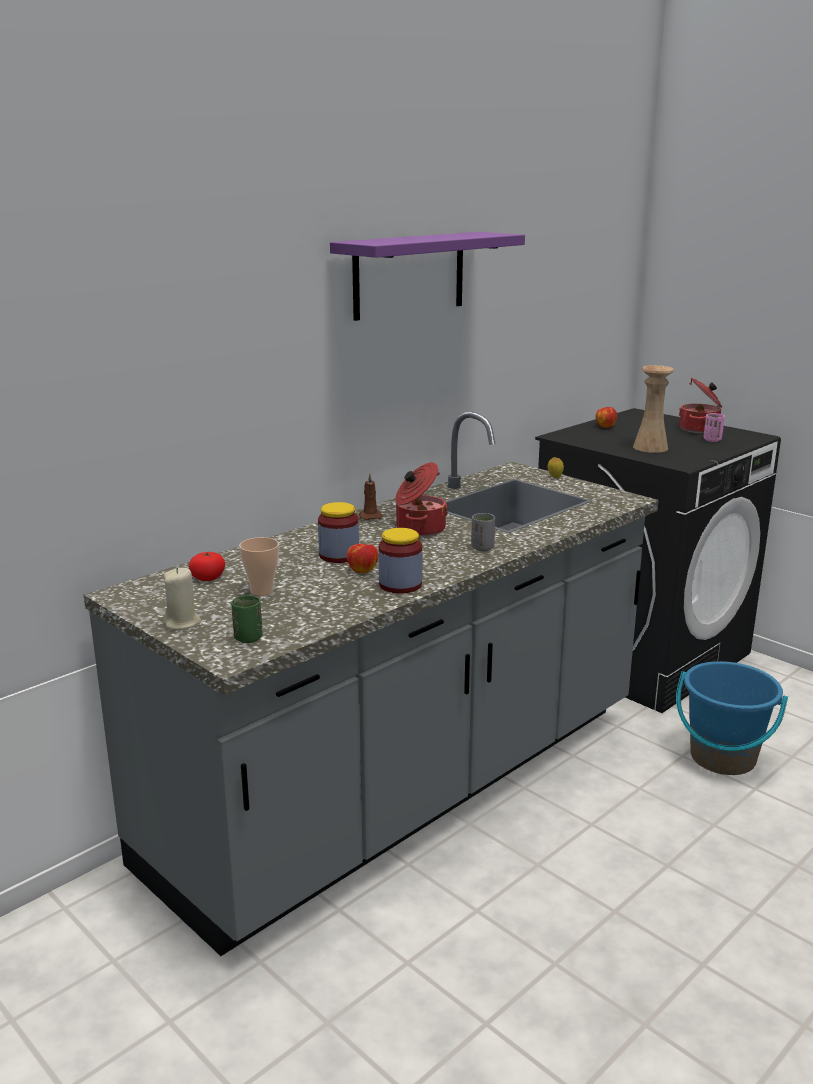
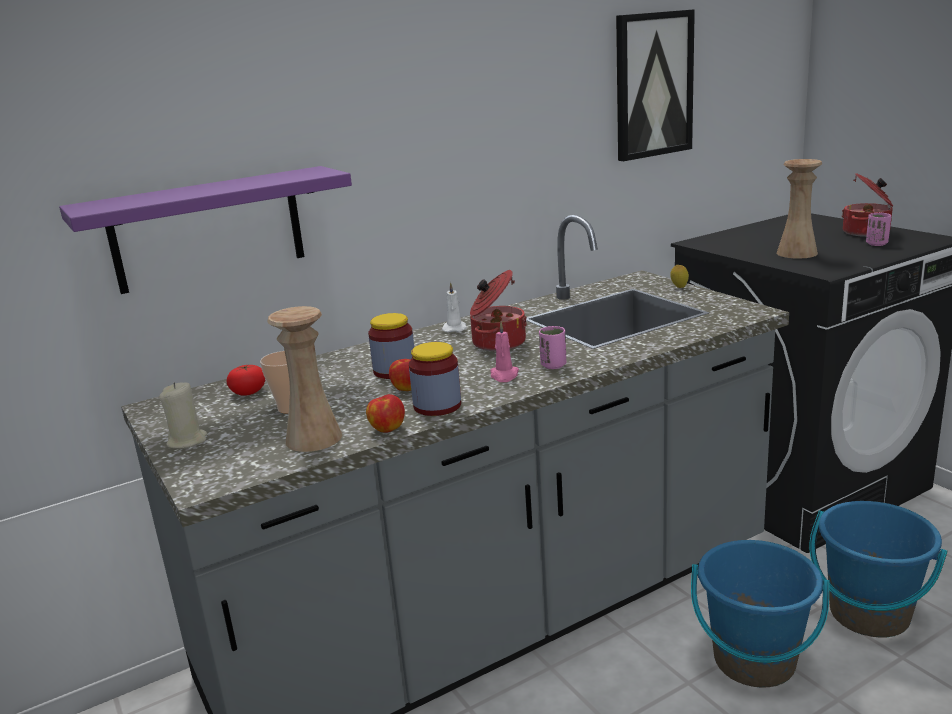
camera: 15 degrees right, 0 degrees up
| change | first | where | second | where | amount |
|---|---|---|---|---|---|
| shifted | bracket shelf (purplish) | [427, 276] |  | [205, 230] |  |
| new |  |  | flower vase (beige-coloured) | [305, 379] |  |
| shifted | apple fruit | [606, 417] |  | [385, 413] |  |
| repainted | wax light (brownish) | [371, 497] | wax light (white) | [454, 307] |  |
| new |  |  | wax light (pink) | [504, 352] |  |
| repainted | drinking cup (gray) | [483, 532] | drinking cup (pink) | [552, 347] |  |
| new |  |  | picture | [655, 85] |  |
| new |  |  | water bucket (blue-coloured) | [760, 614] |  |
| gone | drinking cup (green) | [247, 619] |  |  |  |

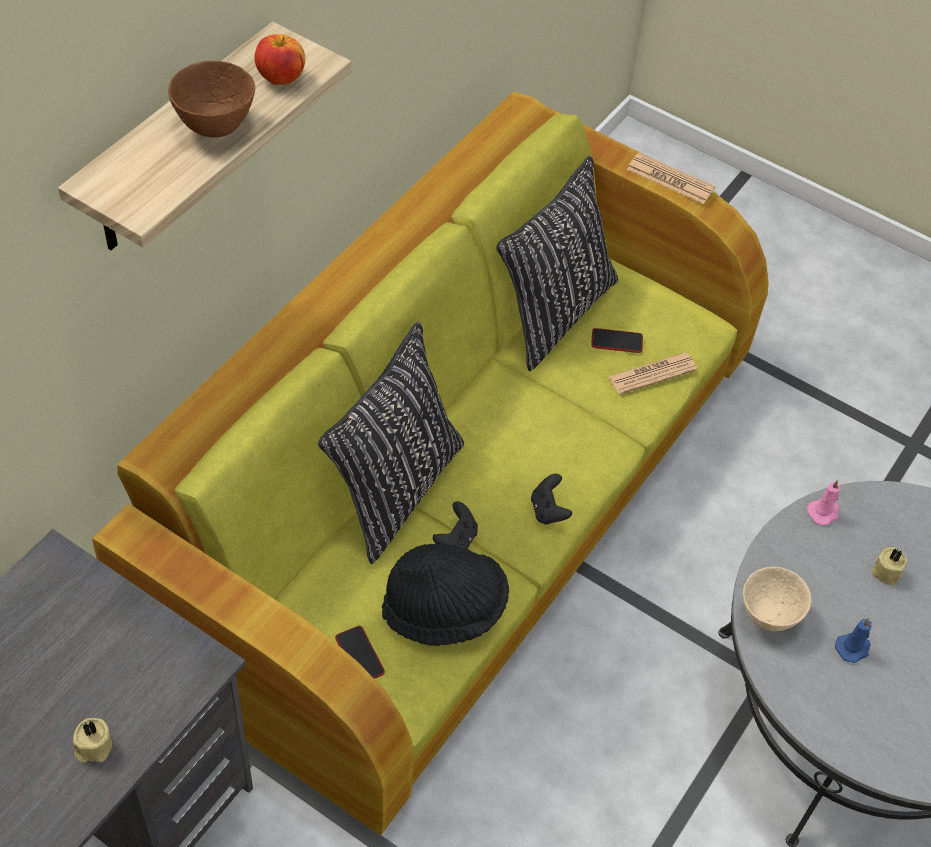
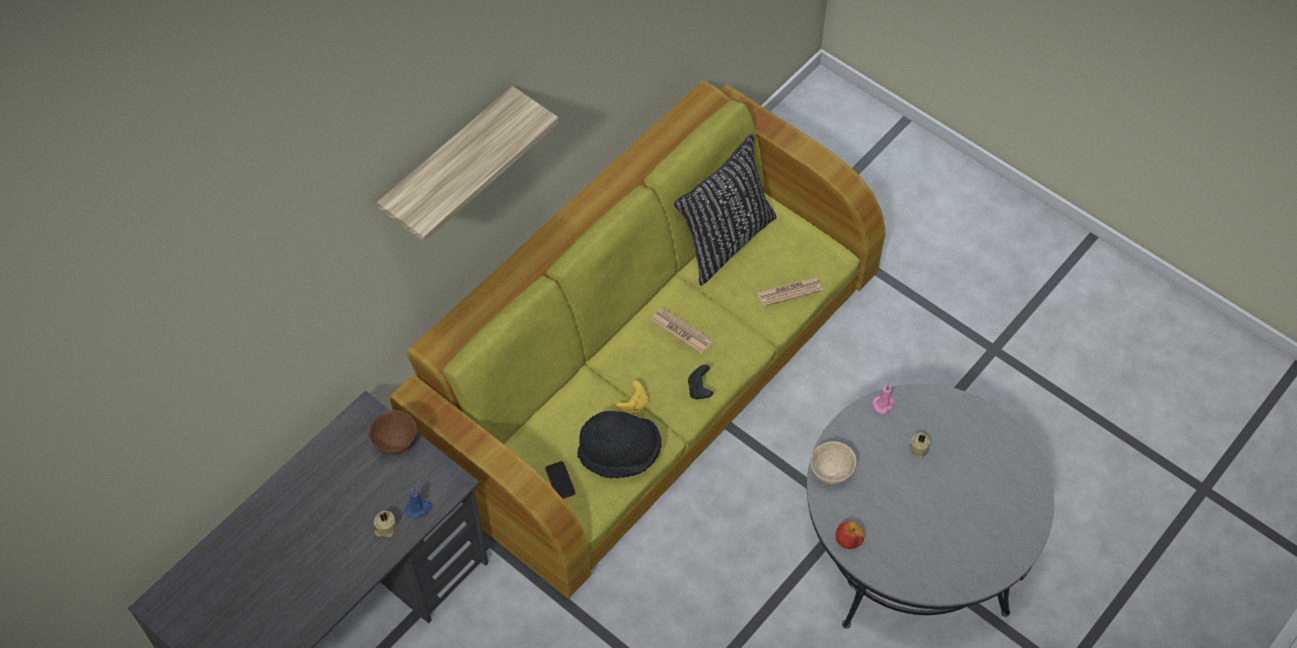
camera: 10 degrees right, 5 degrees up
| change | first | where | second | where | amount |
|---|---|---|---|---|---|
| shifted | deep dish (brownish) | [211, 99] |  | [392, 432] |  |
| shifted | wax light (blue-coloured) | [853, 640] |  | [418, 504] |  |
| repainted | game controller (blackish) | [455, 525] | game controller (yellow-coloured) | [632, 398] |  |
| shifted | printed paper | [671, 178] |  | [682, 330] |  |
| shifted | apple fruit | [280, 59] |  | [849, 535] |  |
| gone | pillow (blackish) | [391, 442] |  |  |  |
| gone | handset | [617, 340] |  |  |  |

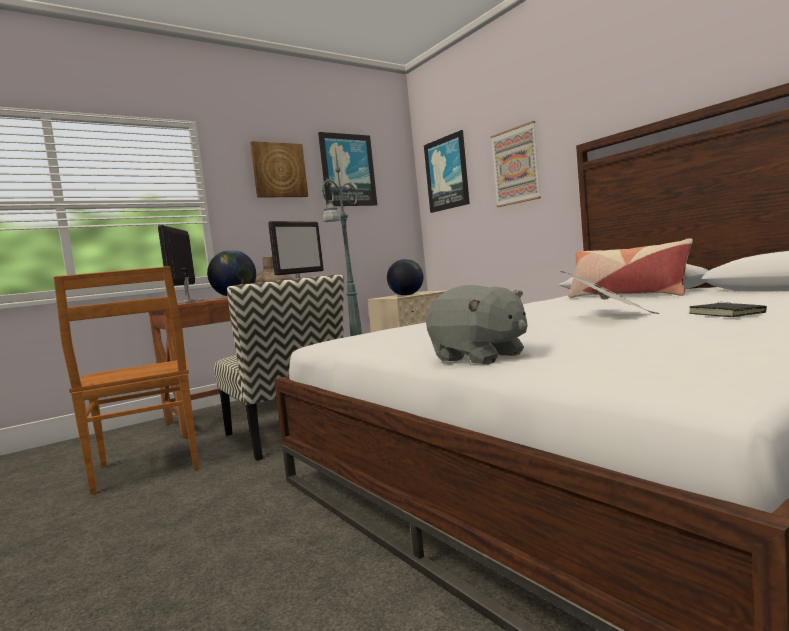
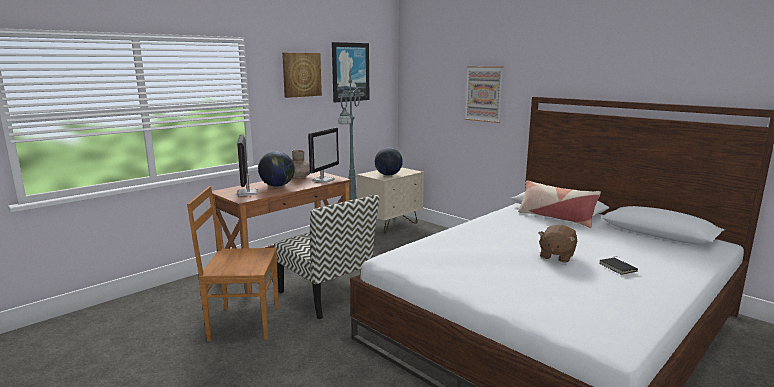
camera: 10 degrees left, 10 degrees up
| change | first | where | second | where | amount |
|---|---|---|---|---|---|
| rotated | chair (brownish) | [126, 380] |  | [233, 263] | 120 degrees clockwise |
| swapped | printed paper | [609, 292] | soft toy (brownish) | [557, 244] |  |
| gone | picture | [447, 171] |  |  |  |
| gone | soft toy (gray) | [476, 324] |  |  |  |

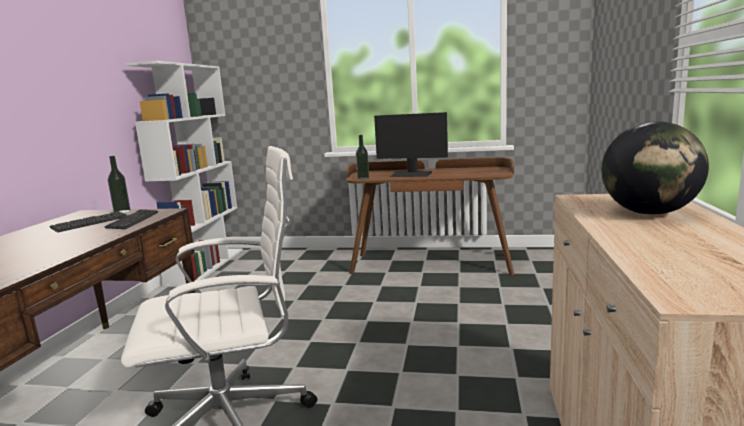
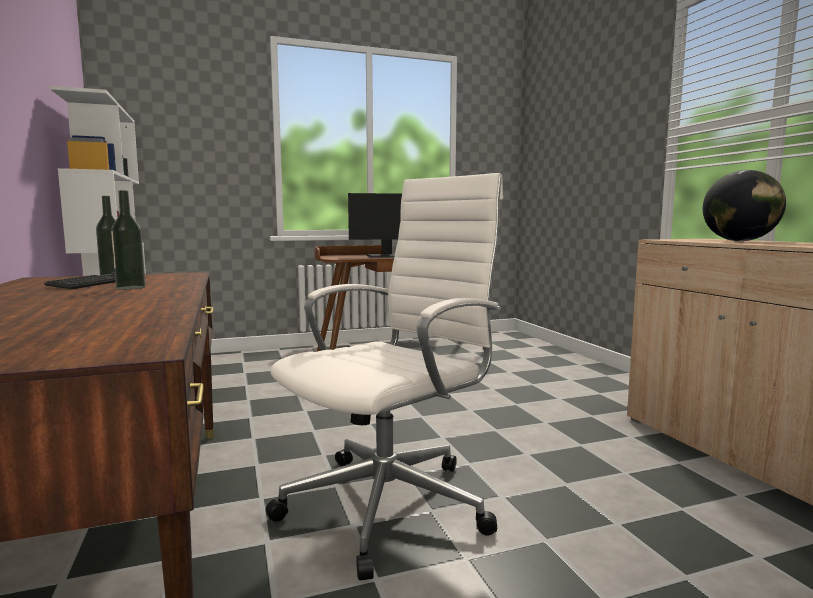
camera: 30 degrees left, 5 degrees down
| change | first | where | second | where | amount |
|---|---|---|---|---|---|
| shifted | beverage bottle | [362, 157] |  | [128, 240] |  |
| gone | computer keyboard | [131, 219] |  |  |  |

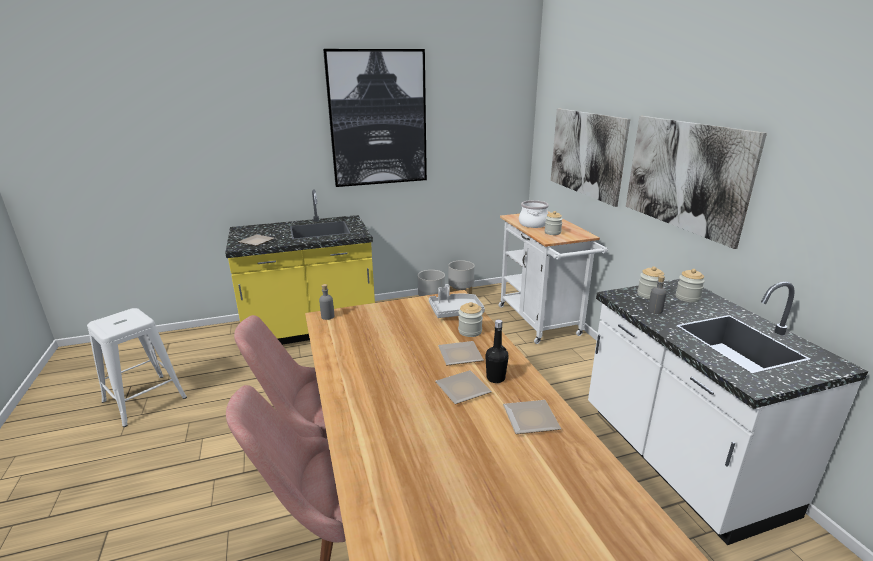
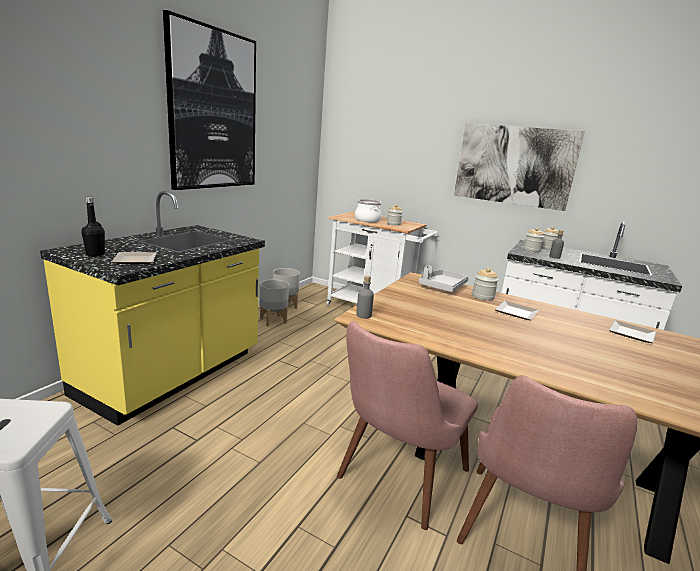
camera: 45 degrees left, 5 degrees down
| change | first | where | second | where | amount |
|---|---|---|---|---|---|
| shifted | beverage bottle (blackish) | [497, 351] |  | [93, 227] |  |
| gone | dinner plate | [463, 387] |  |  |  |
| gone | picture | [590, 157] |  |  |  |

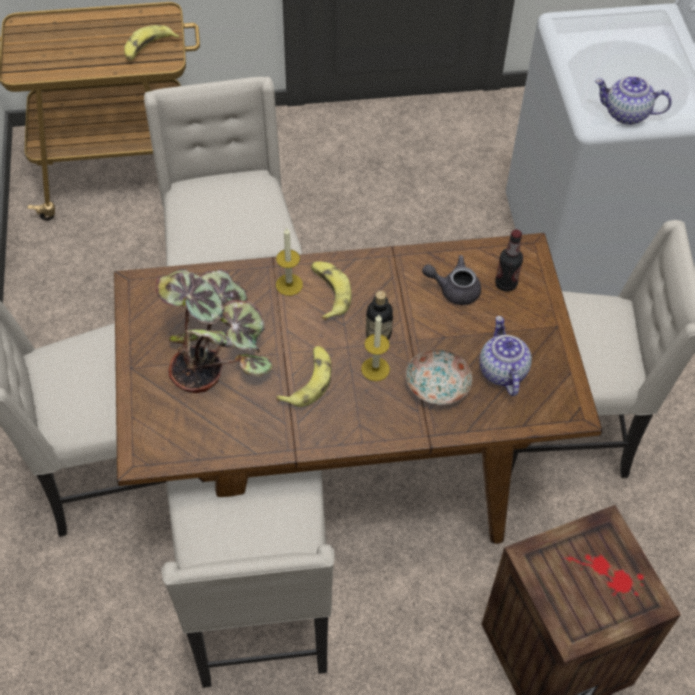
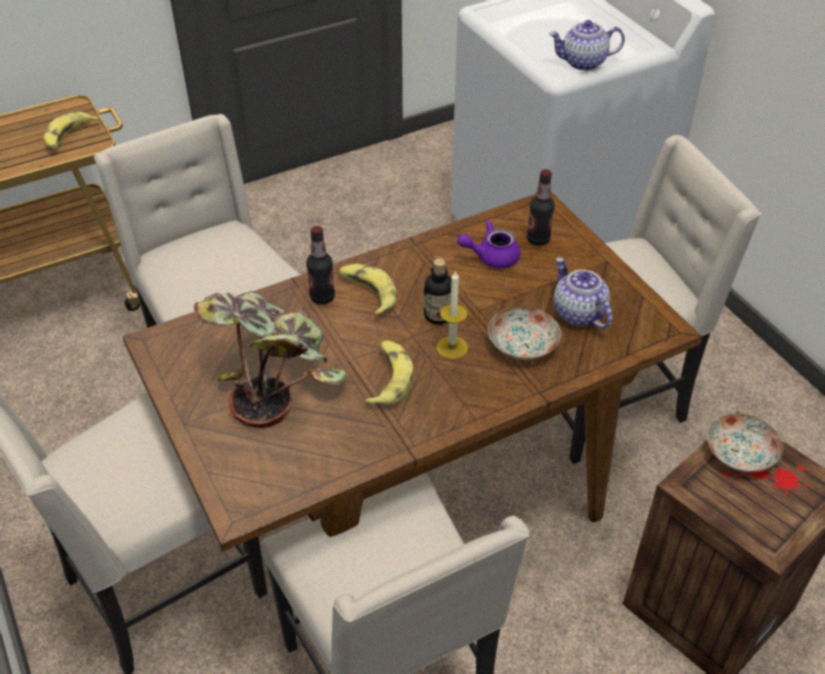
camera: 20 degrees left, 10 degrees down
| change | first | where | second | where | amount |
|---|---|---|---|---|---|
| swapped | wax light | [289, 261] | beverage bottle | [320, 265] |  |
| repainted | pot for tea (gray) | [451, 280] | pot for tea (purplish) | [488, 244] |  |
| new |  |  | dinner plate | [745, 442] |  |

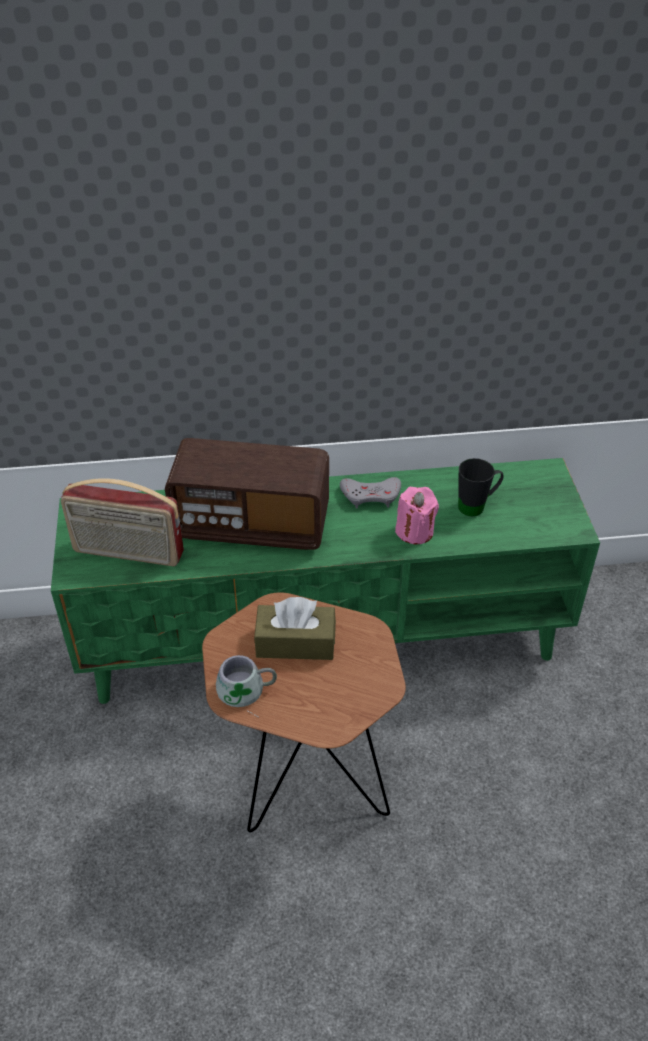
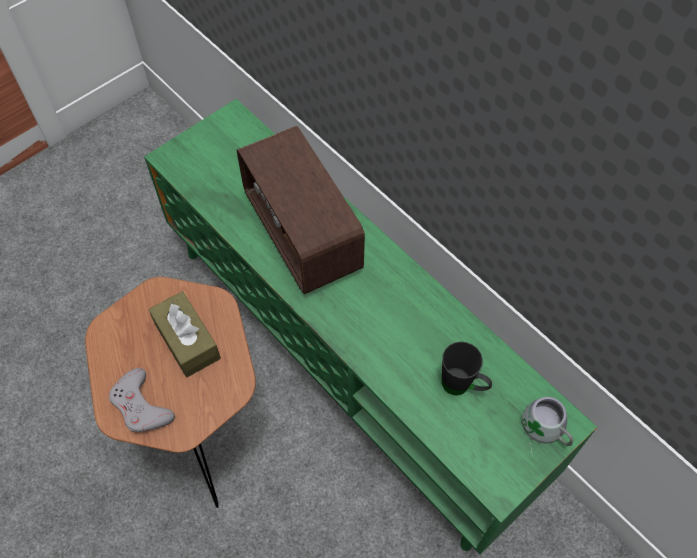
camera: 55 degrees right, 15 degrees up
| change | first | where | second | where | amount |
|---|---|---|---|---|---|
| shifted | game controller (gray) | [370, 492] |  | [142, 400] |  |
| shifted | mug (gray) | [246, 686] |  | [548, 425] |  |
| gone | radio | [122, 522] |  |  |  |
| gone | wax light (pink) | [417, 515] |  |  |  |

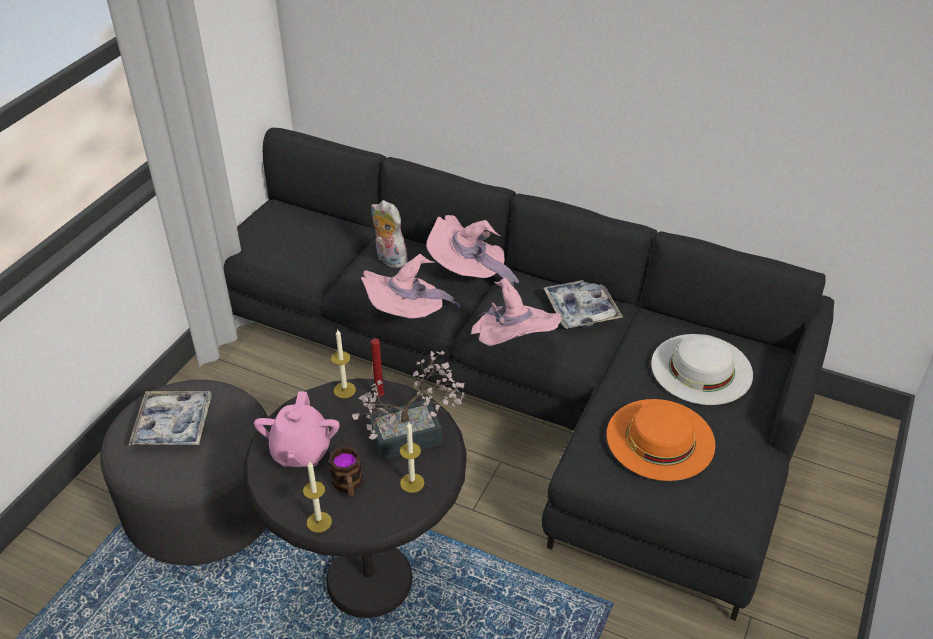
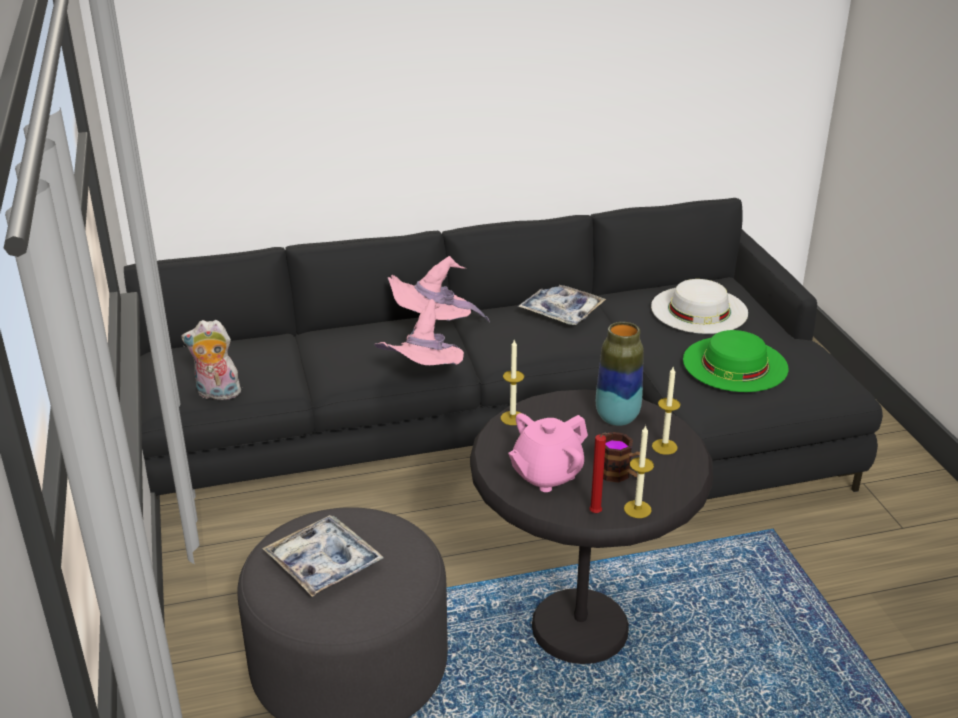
camera: 40 degrees left, 10 degrees down
| change | first | where | second | where | amount |
|---|---|---|---|---|---|
| shifted | soft toy | [390, 234] |  | [211, 360] |  |
| rotated | pot for tea (pink) | [297, 429] |  | [548, 452] | 90 degrees clockwise |
| shifted | wax light (reddish) | [378, 367] |  | [599, 473] |  |
| swapped | houseplant | [409, 406] | flower vase | [620, 374] |  |
| repainted | hat (orange) | [661, 440] | hat (green) | [735, 361] |  |
| gone | hat (pink) | [516, 312] |  |  |  |

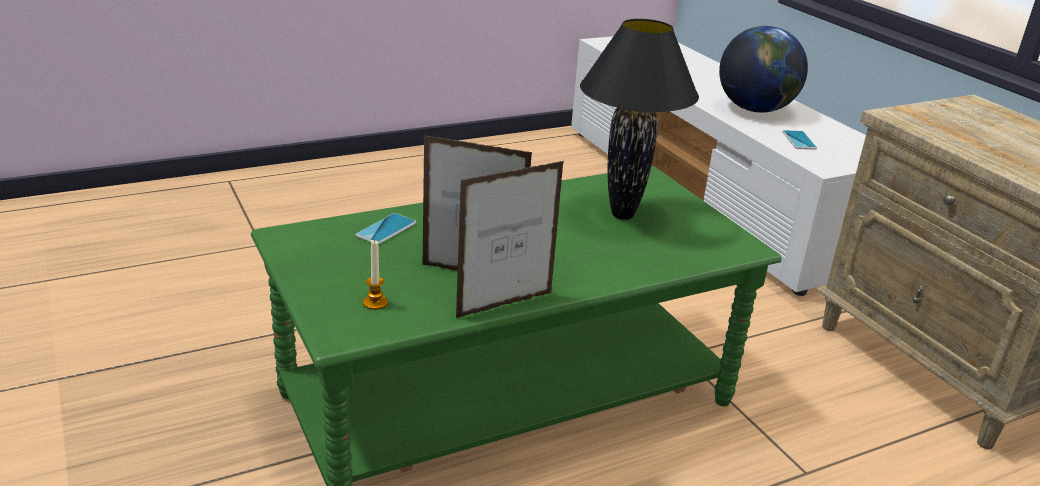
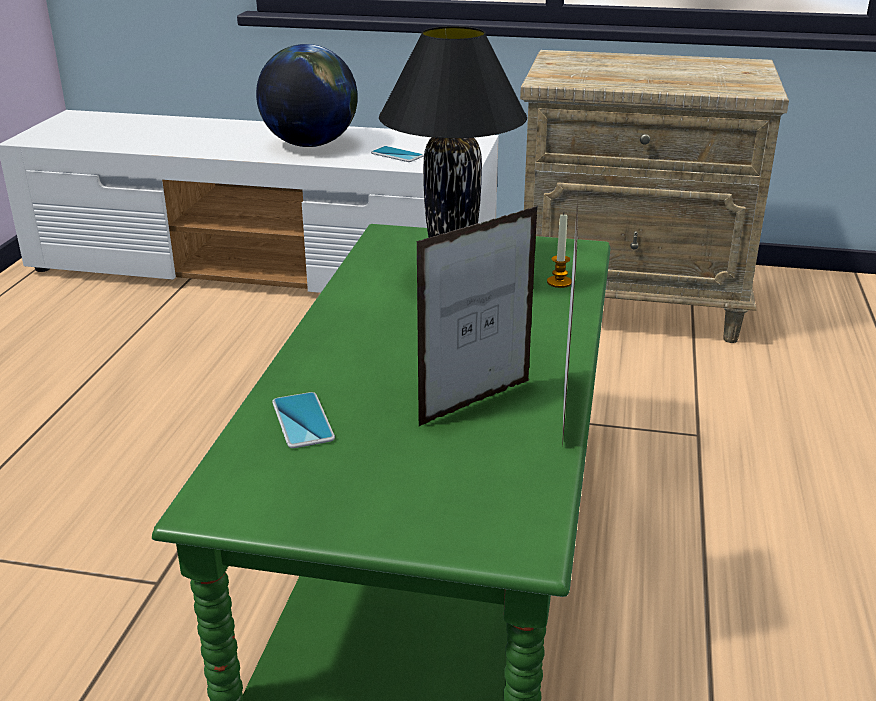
camera: 50 degrees left, 0 degrees up
| change | first | where | second | where | amount |
|---|---|---|---|---|---|
| shifted | wax light | [375, 274] |  | [559, 251] |  |

